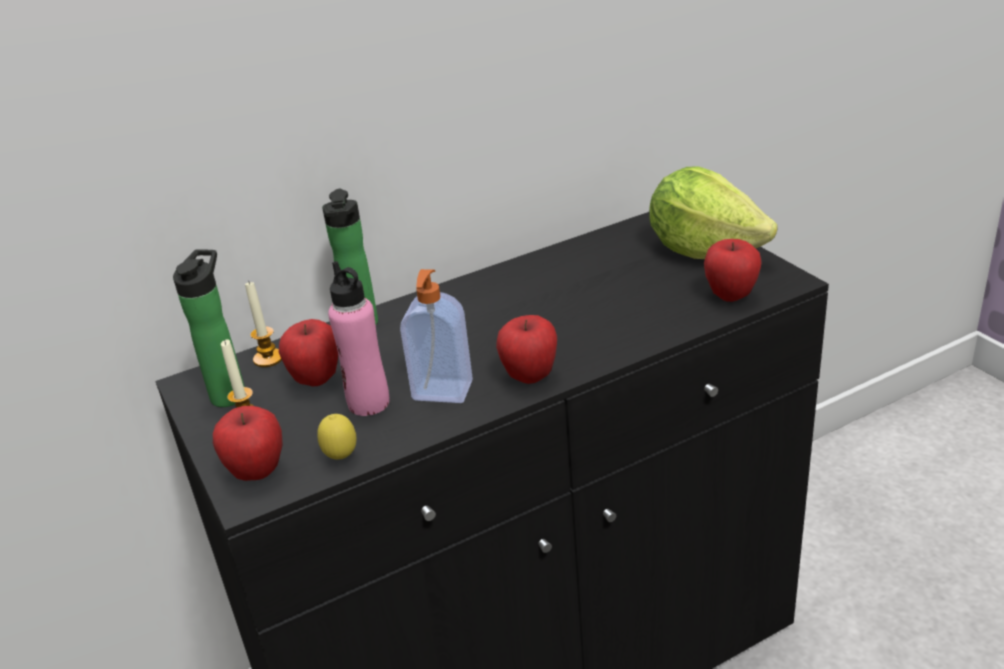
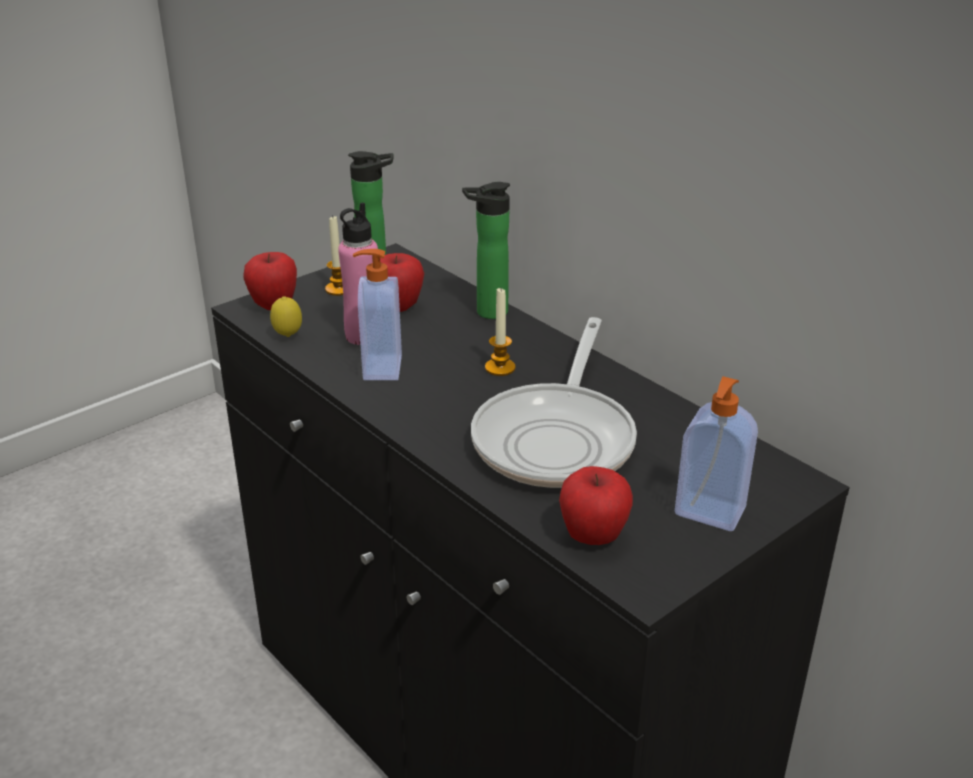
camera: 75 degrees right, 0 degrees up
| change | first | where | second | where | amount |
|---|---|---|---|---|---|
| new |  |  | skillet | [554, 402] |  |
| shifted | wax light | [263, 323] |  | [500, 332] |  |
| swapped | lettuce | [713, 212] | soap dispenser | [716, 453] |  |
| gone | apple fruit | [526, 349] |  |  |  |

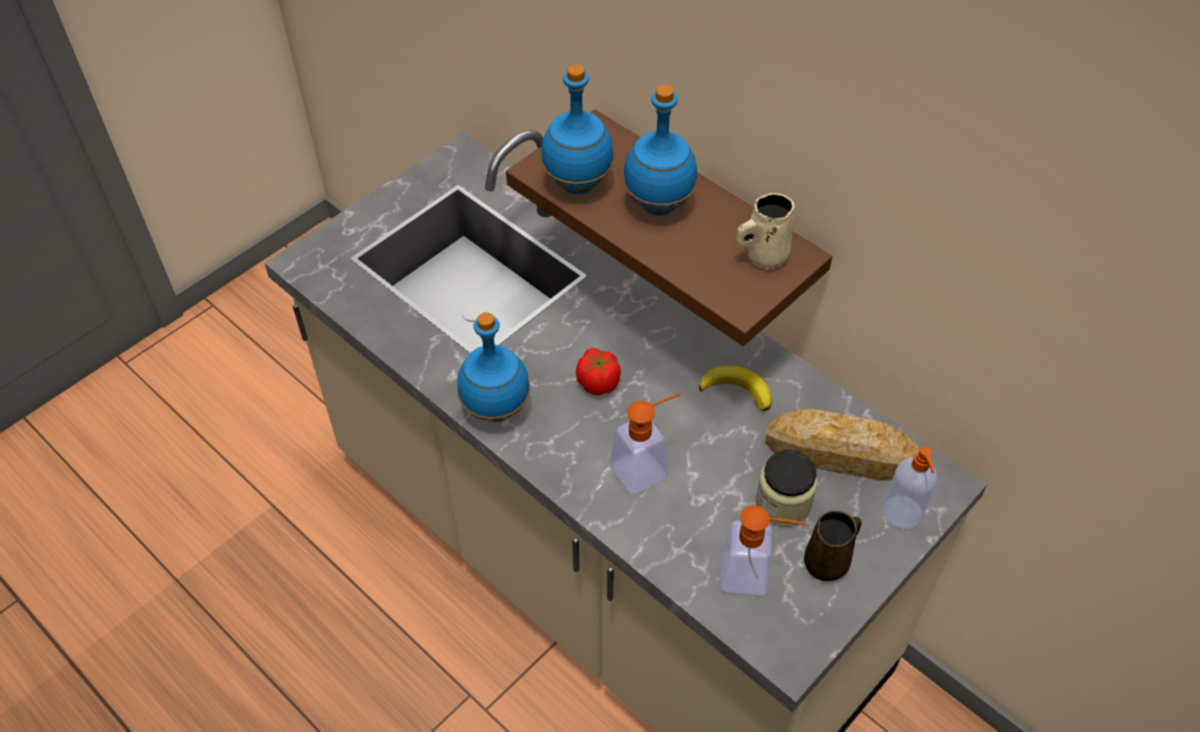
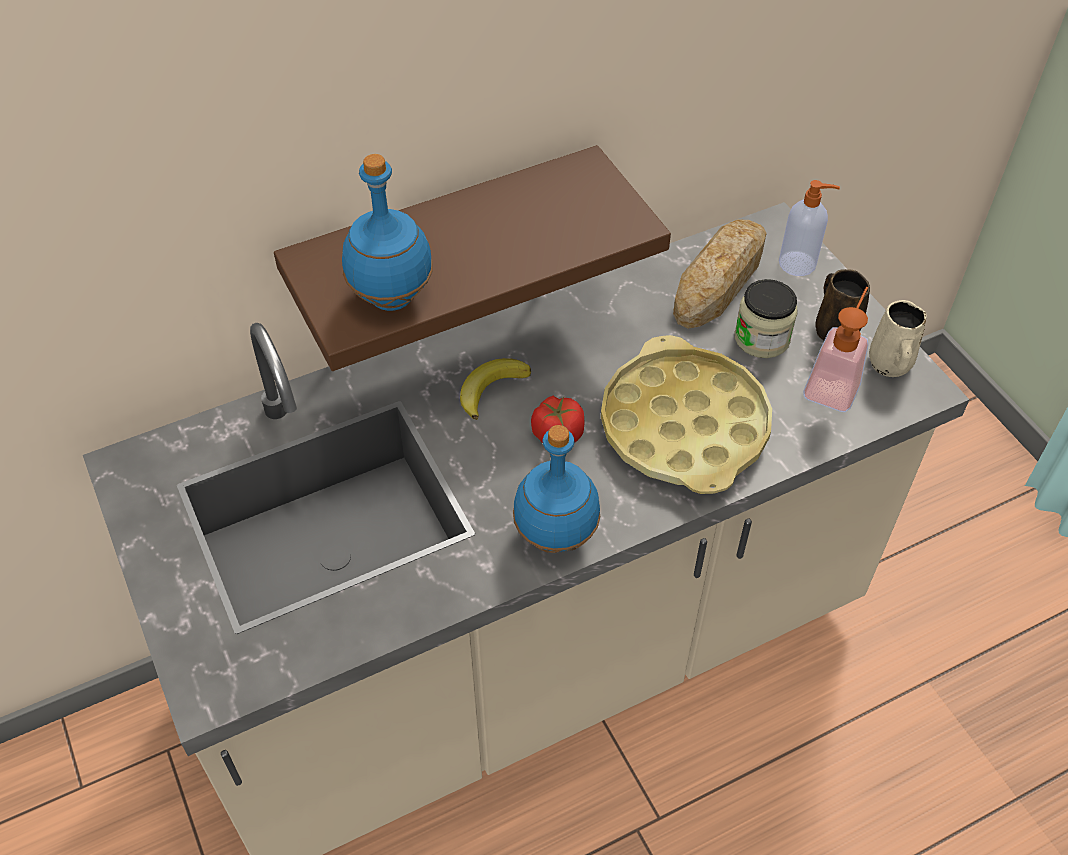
camera: 70 degrees left, 0 degrees up
| change | first | where | second | where | amount |
|---|---|---|---|---|---|
| shifted | banana | [735, 388] |  | [495, 389] |  |
| swapped | soap dispenser | [645, 443] | tray (yellow-coloured) | [686, 414] |  |
| shifted | mug (beige-coloured) | [765, 231] |  | [897, 338] |  |
| gone | beverage bottle (blue-coloured) | [660, 150] |  |  |  |

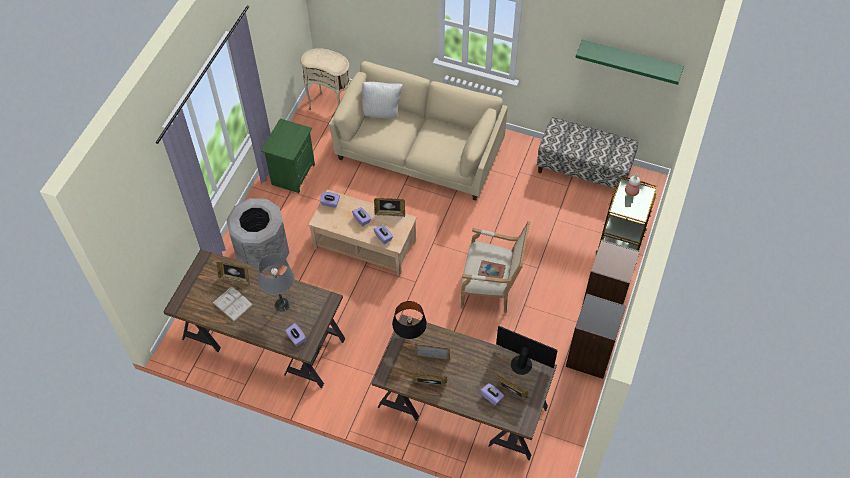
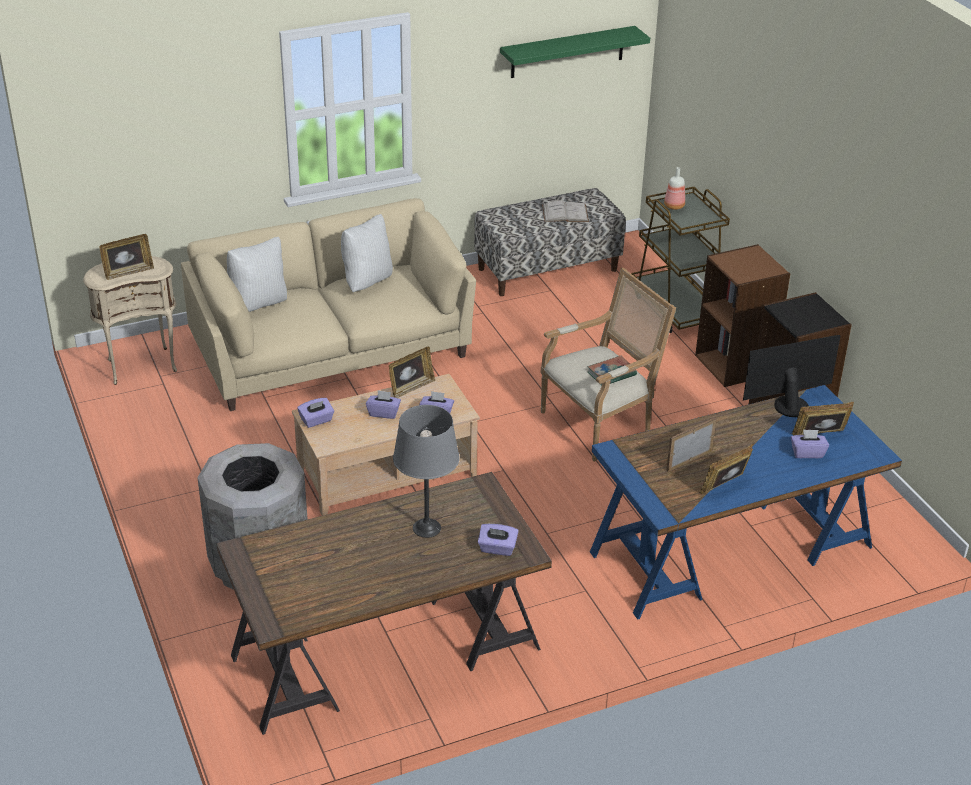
camera: 45 degrees left, 20 degrees down
| change | first | where | second | where | amount |
|---|---|---|---|---|---|
| shifted | standing frame | [233, 273] |  | [126, 257] |  |
| new |  |  | pillow (white) | [367, 253] |  |
| shifted | volume (white) | [233, 304] |  | [565, 211] |  |
| repainted | desk unit (brownish) | [464, 387] | desk unit (blue-coloured) | [746, 502] |  |
| gone | night table (green) | [288, 156] |  |  |  |
| gone | tabletop lamp (blackish) | [409, 320] |  |  |  |

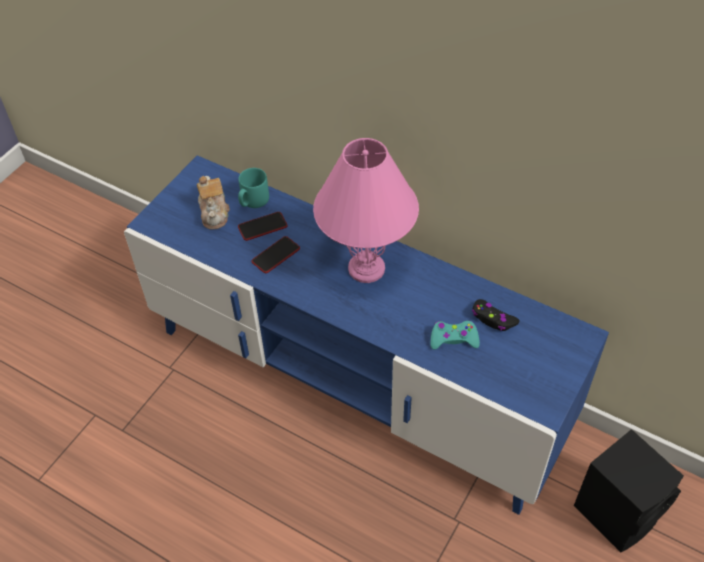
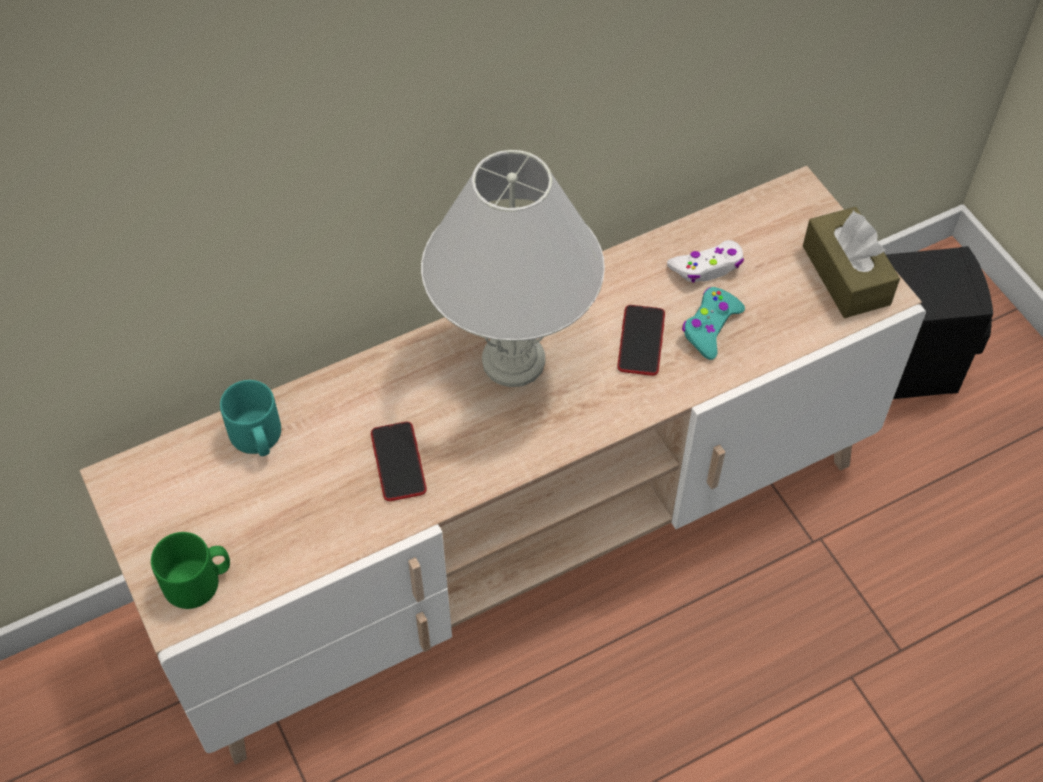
camera: 60 degrees left, 5 degrees up
| change | first | where | second | where | amount |
|---|---|---|---|---|---|
| repainted | tv unit (blue-coloured) | [366, 335] | tv unit (beige-coloured) | [502, 465] |  |
| new |  |  | mug (green) | [190, 570] |  |
| repainted | tabletop lamp (pink) | [366, 210] | tabletop lamp (white) | [513, 268] |  |
| shifted | handset | [263, 226] |  | [641, 340] |  |
| repainted | game controller (blackish) | [496, 315] | game controller (white) | [705, 261] |  |
| new |  |  | tissue holder (brownish) | [851, 262] |  |
| gone | pot for tea | [213, 202] |  |  |  |

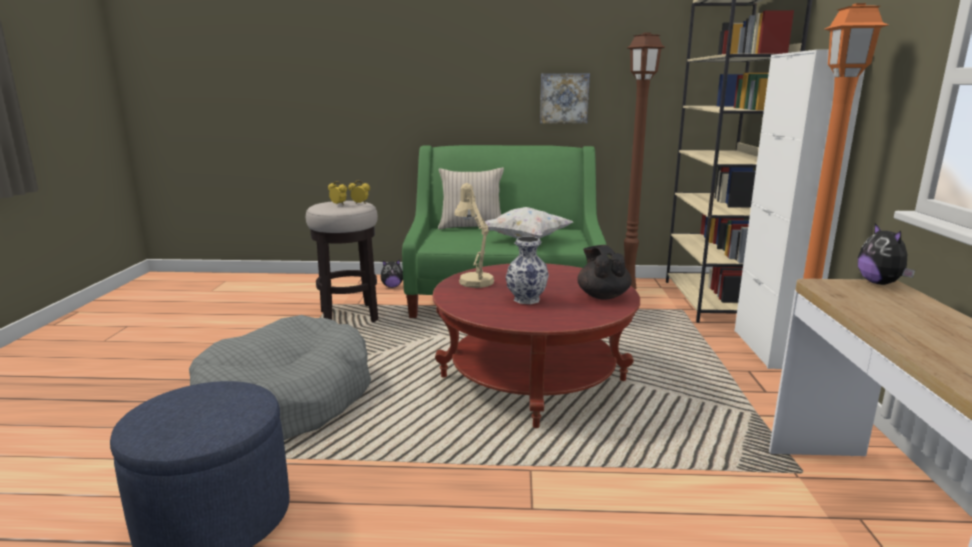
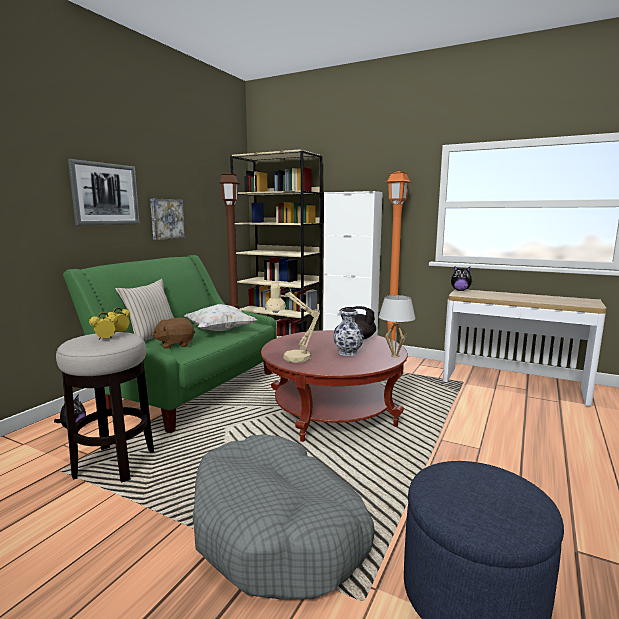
camera: 65 degrees left, 5 degrees down
| change | first | where | second | where | amount |
|---|---|---|---|---|---|
| new |  |  | picture | [103, 192] |  |
| new |  |  | soft toy (brownish) | [173, 333] |  |
| new |  |  | tabletop lamp (white) | [397, 326] |  |

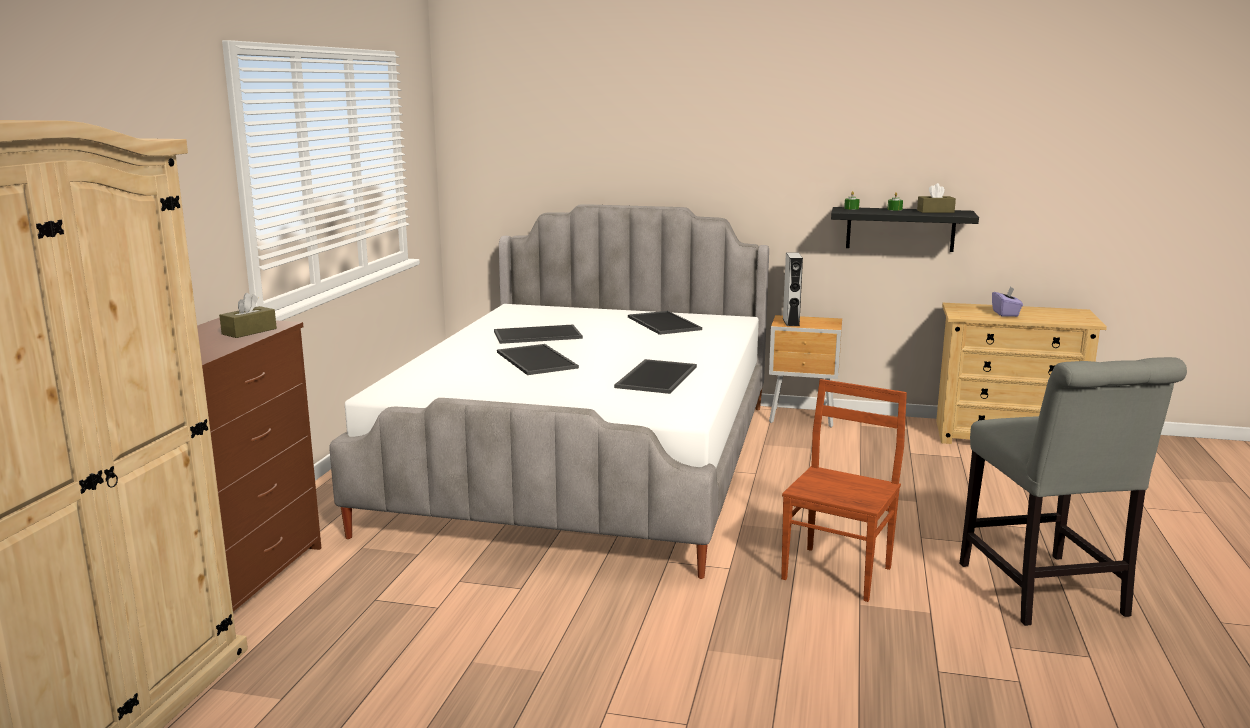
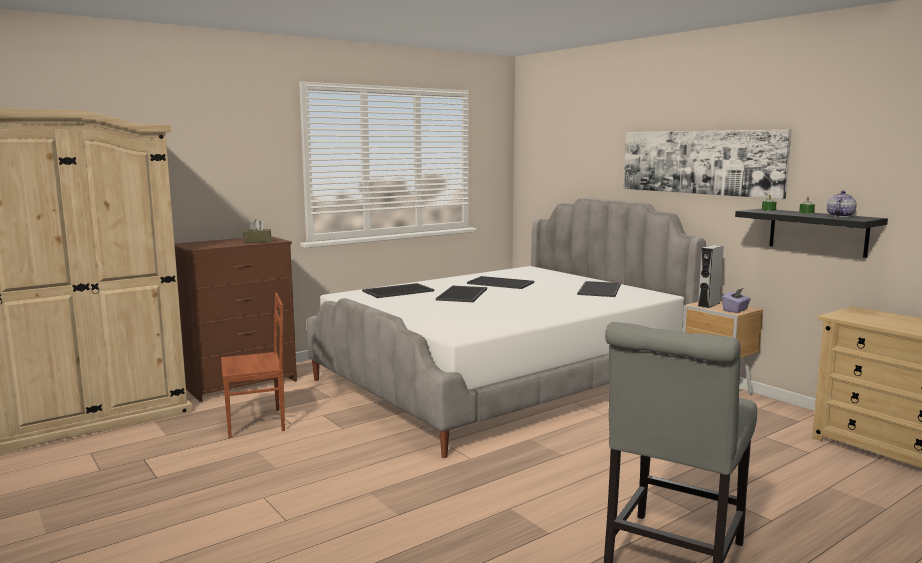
camera: 40 degrees right, 5 degrees down
| change | first | where | second | where | amount |
|---|---|---|---|---|---|
| shifted | chair (brownish) | [844, 490] |  | [253, 365] |  |
| shifted | tray | [655, 376] |  | [398, 290] |  |
| new |  |  | picture | [708, 164] |  |
| shifted | tissue holder (purplish) | [1007, 302] |  | [736, 300] |  |
| swapped | tissue holder (brownish) | [936, 198] | pot for tea | [842, 204] |  |

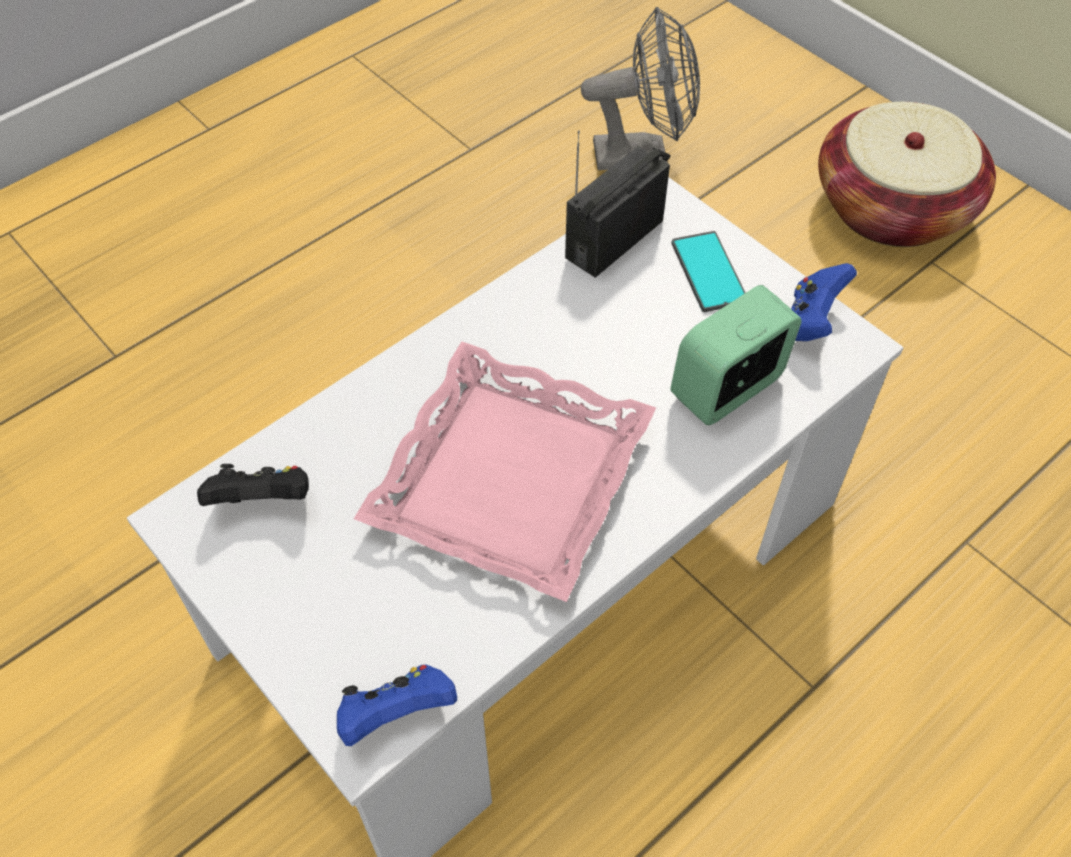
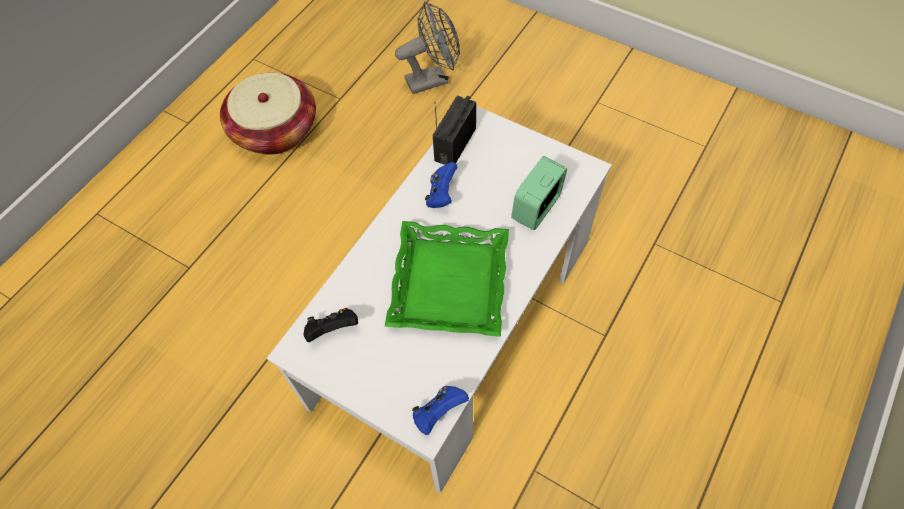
camera: 15 degrees left, 5 degrees up
| change | first | where | second | where | amount |
|---|---|---|---|---|---|
| shifted | household basket | [907, 174] |  | [268, 114] |  |
| repainted | tray (pink) | [505, 471] | tray (green) | [447, 279] |  |
| shifted | game controller (blue-coloured) | [824, 302] |  | [441, 185] |  |
| gone | handset | [708, 271] |  |  |  |

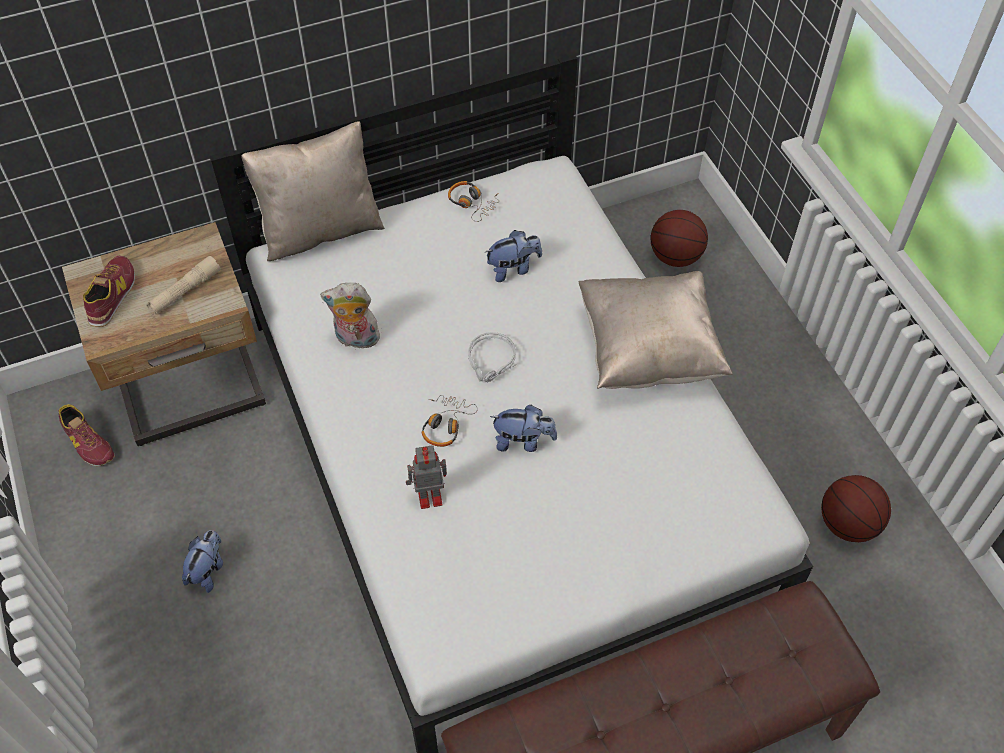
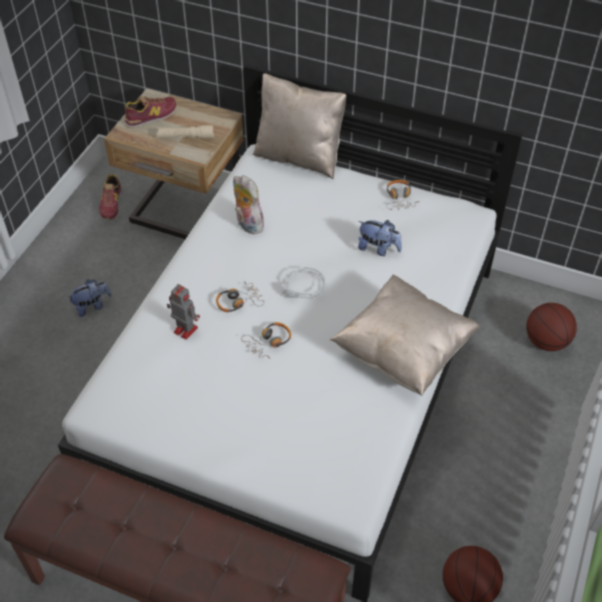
camera: 45 degrees right, 5 degrees down
| change | first | where | second | where | amount |
|---|---|---|---|---|---|
| swapped | soft toy | [523, 428] | pair of headphones | [266, 340] |  |

